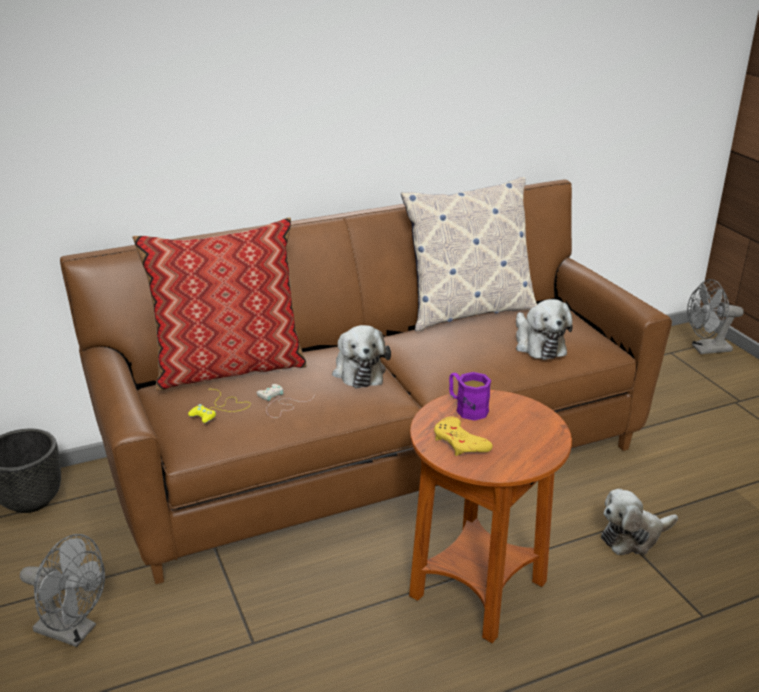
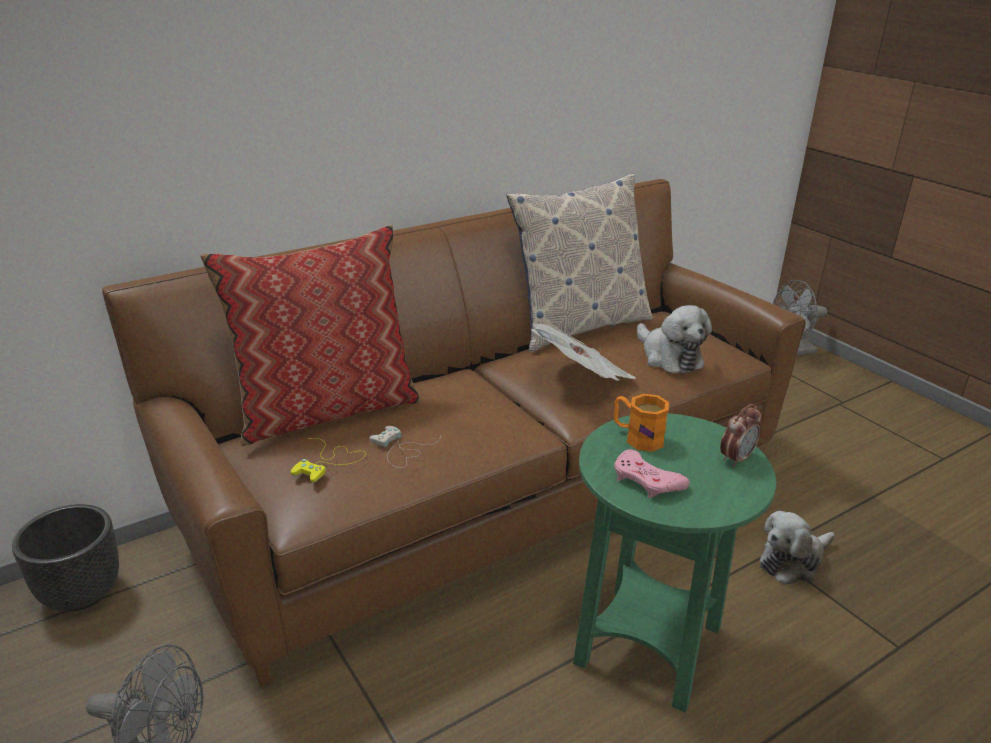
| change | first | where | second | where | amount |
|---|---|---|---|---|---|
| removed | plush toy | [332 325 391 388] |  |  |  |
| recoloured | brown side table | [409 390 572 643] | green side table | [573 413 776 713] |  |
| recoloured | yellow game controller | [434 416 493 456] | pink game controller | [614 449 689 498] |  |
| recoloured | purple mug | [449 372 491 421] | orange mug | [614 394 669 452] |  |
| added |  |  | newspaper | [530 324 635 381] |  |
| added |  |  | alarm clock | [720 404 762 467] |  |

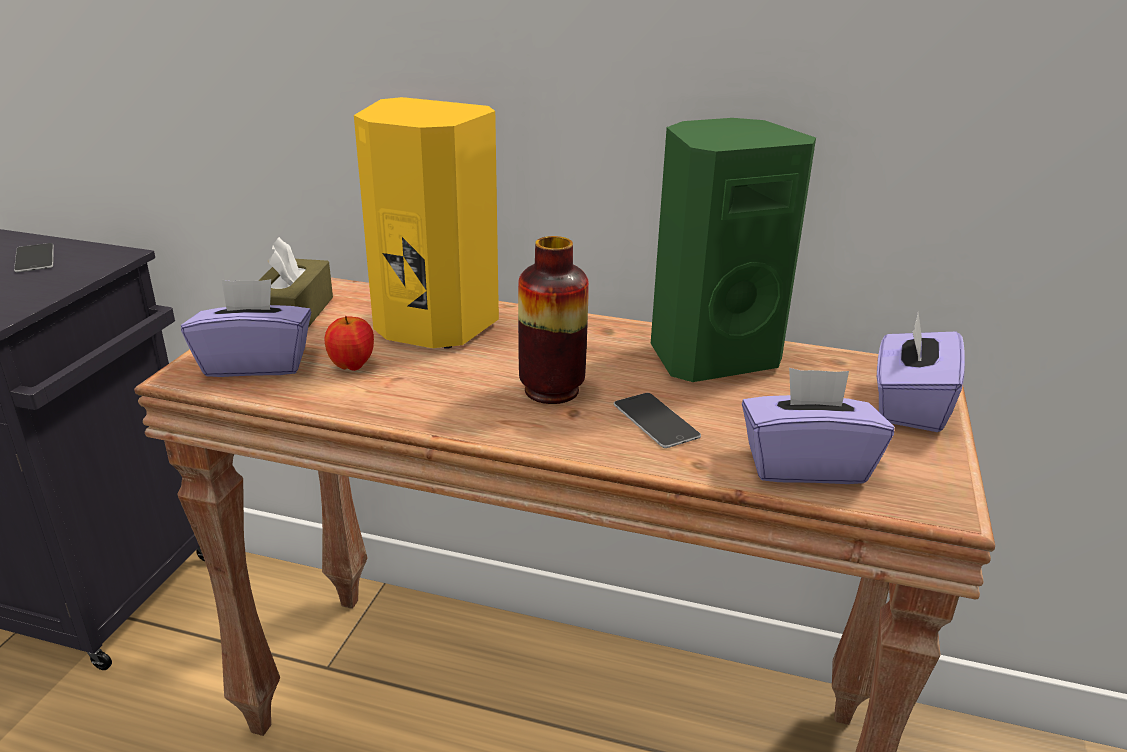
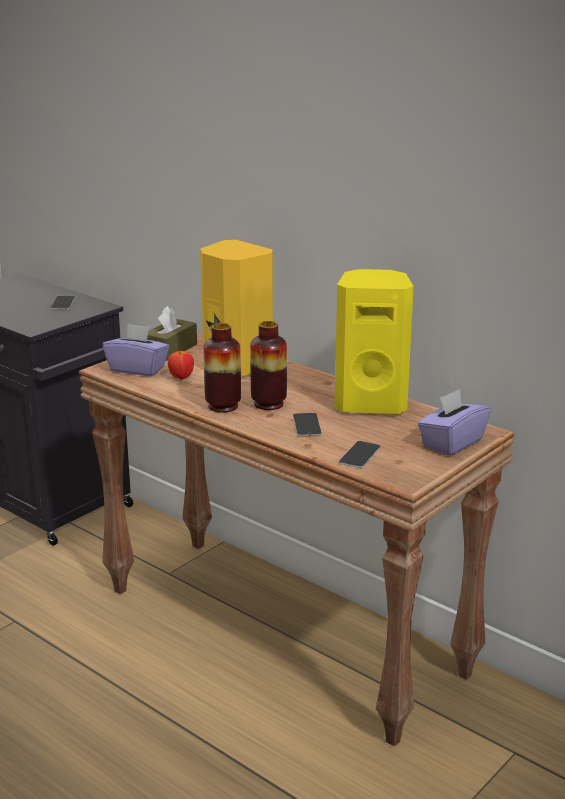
| change | first | where | second | where | amount |
|---|---|---|---|---|---|
| recoloured | green speaker | [651 118 816 382] | yellow speaker | [335 269 414 414] |  |
| replaced | purple tissue box | [742 368 895 484] | phone | [338 441 381 468] |  |
| added |  |  | vase | [203 323 241 413] |  |

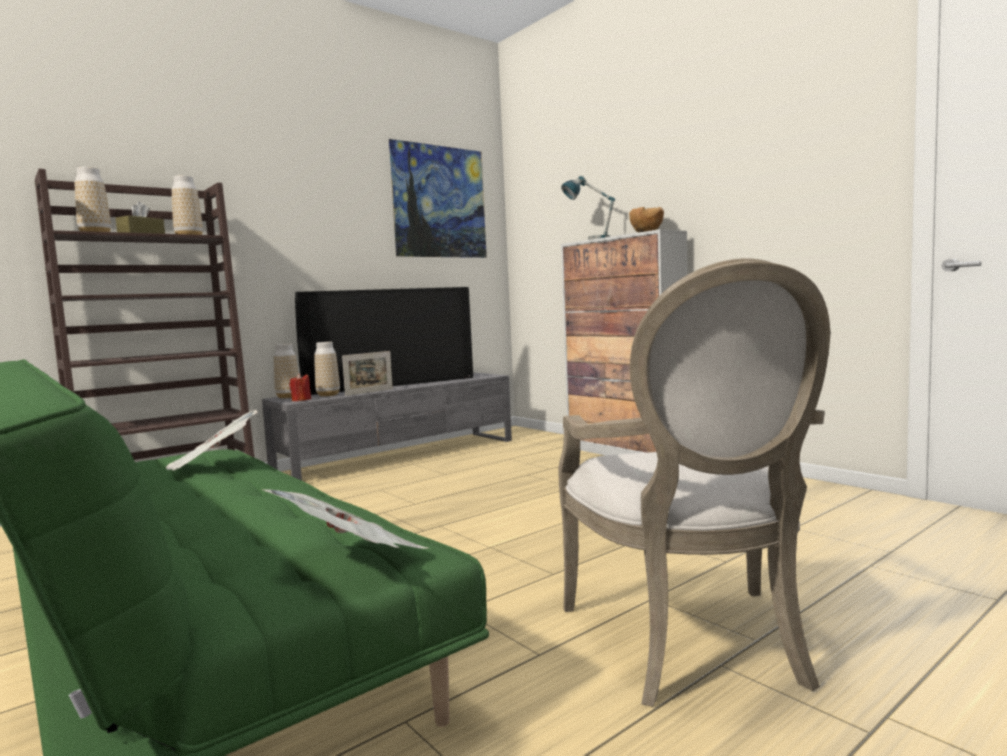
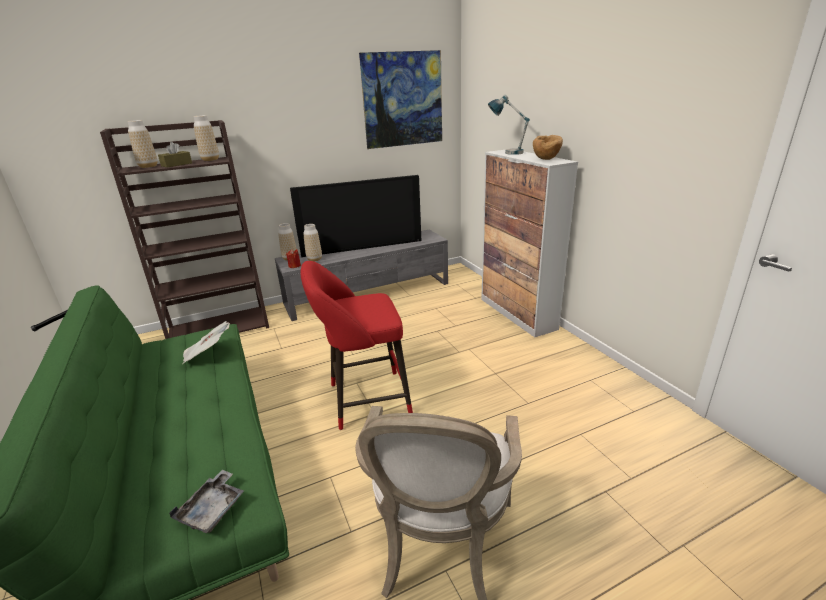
| change | first | where | second | where | amount |
|---|---|---|---|---|---|
| replaced | newspaper | [263 489 429 549] | grey tray | [169 470 244 533] |  |
| removed | picture frame | [342 351 393 396] |  |  |  |
| added |  |  | red stool | [300 261 413 430] |  |

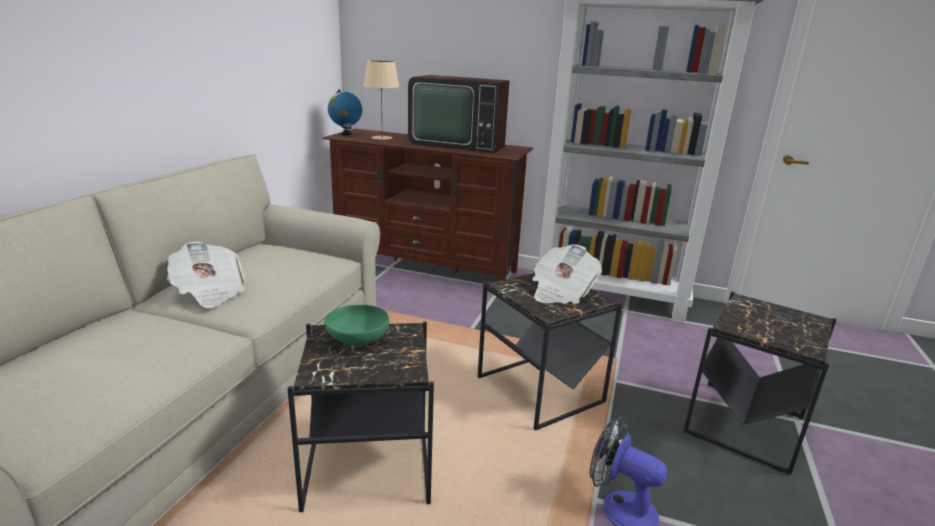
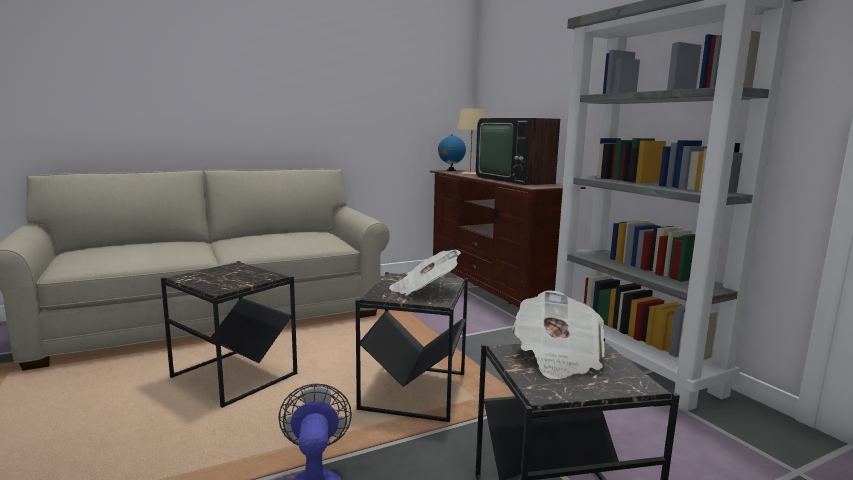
| change | first | where | second | where | amount |
|---|---|---|---|---|---|
| moved | newspaper | [167 241 246 308] |  | [512 290 605 379] |  |
| removed | green bowl | [324 305 389 346] |  |  |  |

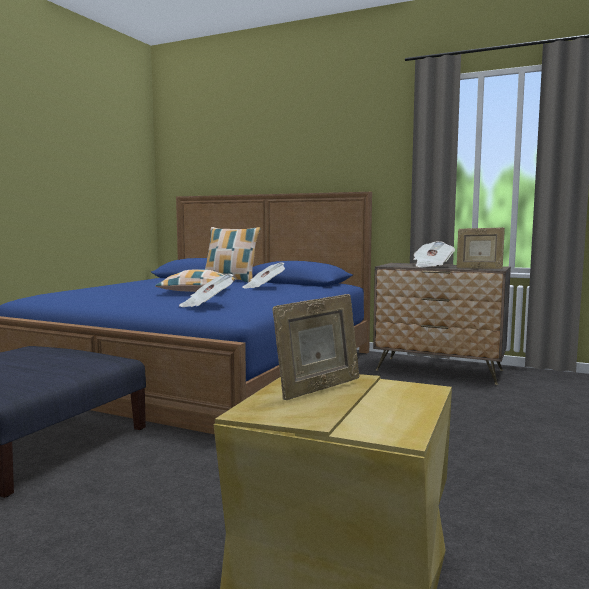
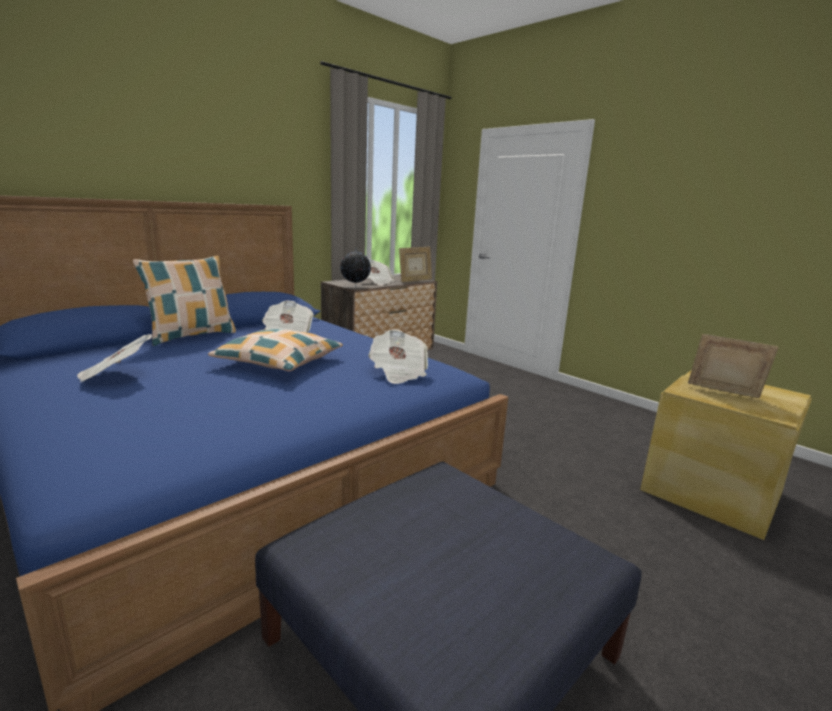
| change | first | where | second | where | amount |
|---|---|---|---|---|---|
| turned | picture frame | [273 294 360 400] |  | [688 334 778 398] | 45 degrees counterclockwise |
| added |  |  | newspaper | [77 334 152 383] |  |
| added |  |  | globe | [340 248 371 287] |  |

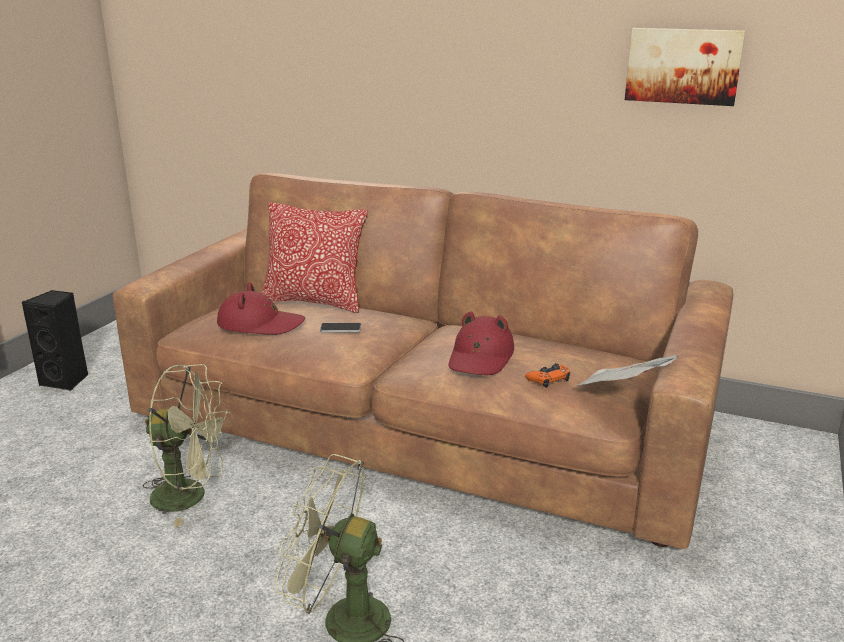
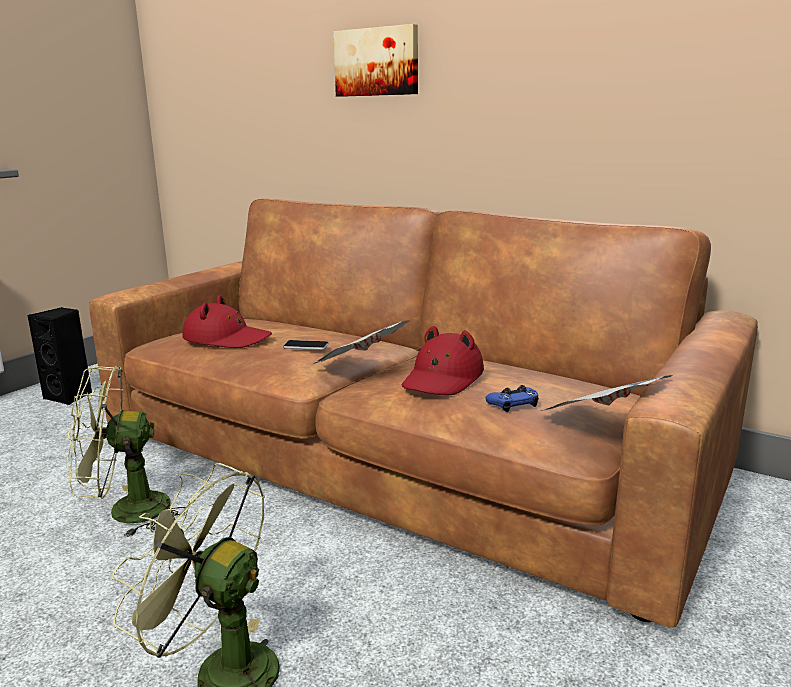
| change | first | where | second | where | amount |
|---|---|---|---|---|---|
| turned | green fan | [143 364 231 527] |  | [67 365 186 538] | 150 degrees clockwise |
| removed | pillow | [262 202 368 313] |  |  |  |
| recoloured | orange game controller | [525 363 570 388] | blue game controller | [485 385 539 412] |  |
| moved | picture | [625 28 745 106] |  | [333 24 418 97] |  |
| added |  |  | newspaper | [313 320 410 364] |  |

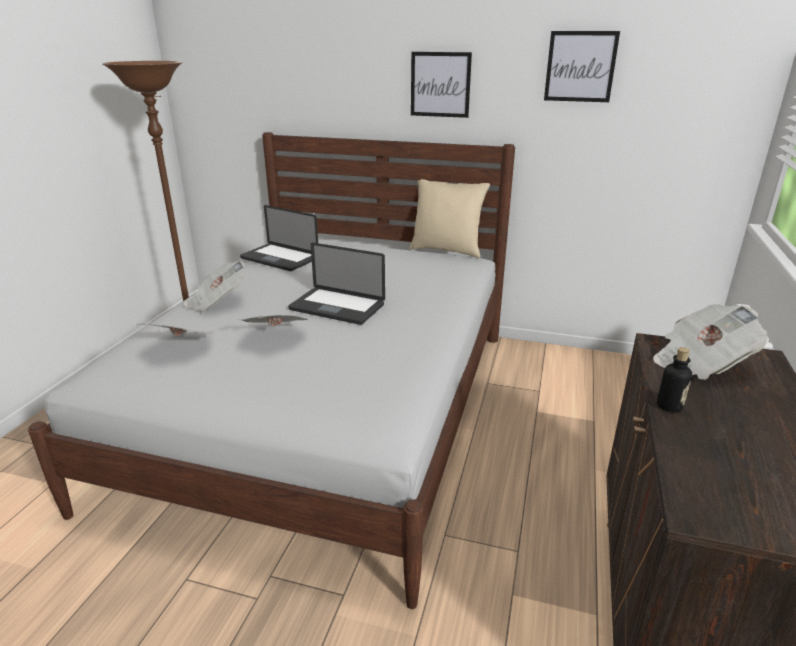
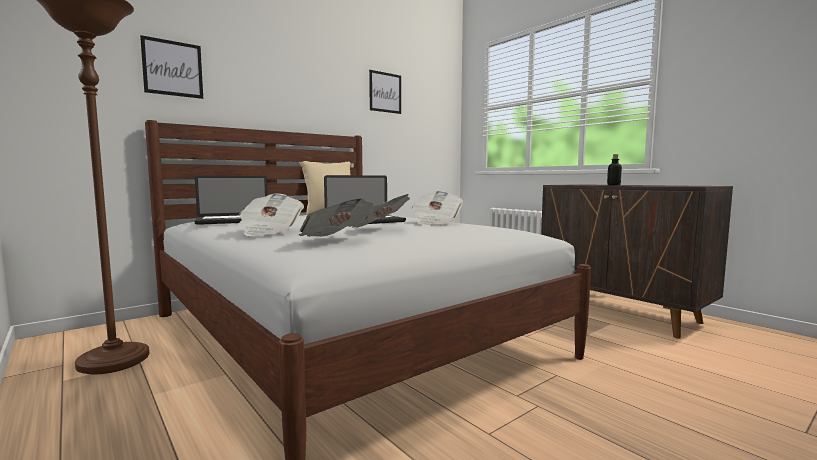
| change | first | where | second | where | amount |
|---|---|---|---|---|---|
| moved | picture | [411 52 472 118] |  | [140 35 203 99] |  |
| moved | newspaper | [653 304 768 380] |  | [411 191 464 225] |  |

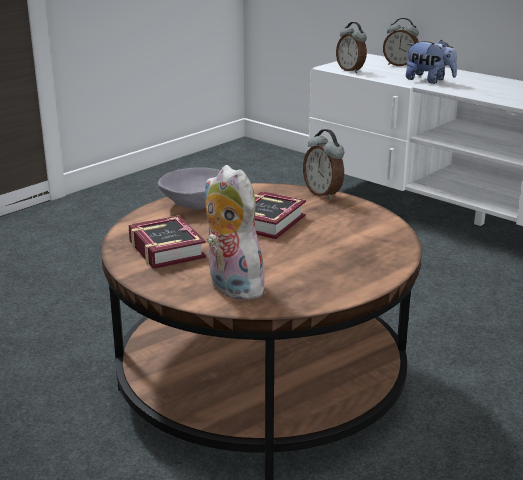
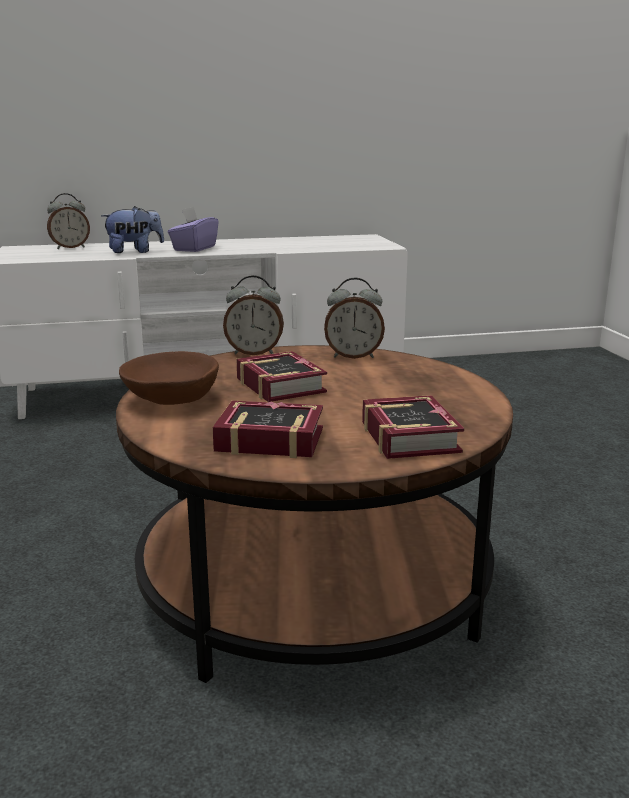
| change | first | where | second | where | amount |
|---|---|---|---|---|---|
| recoloured | grey bowl | [158 167 221 209] | brown bowl | [119 351 219 405] |  |
| replaced | plush toy | [205 165 269 300] | book | [362 395 464 459] |  |
| moved | alarm clock | [336 22 367 73] |  | [324 278 385 359] |  |
| added |  |  | purple tissue box | [168 207 219 252] |  |

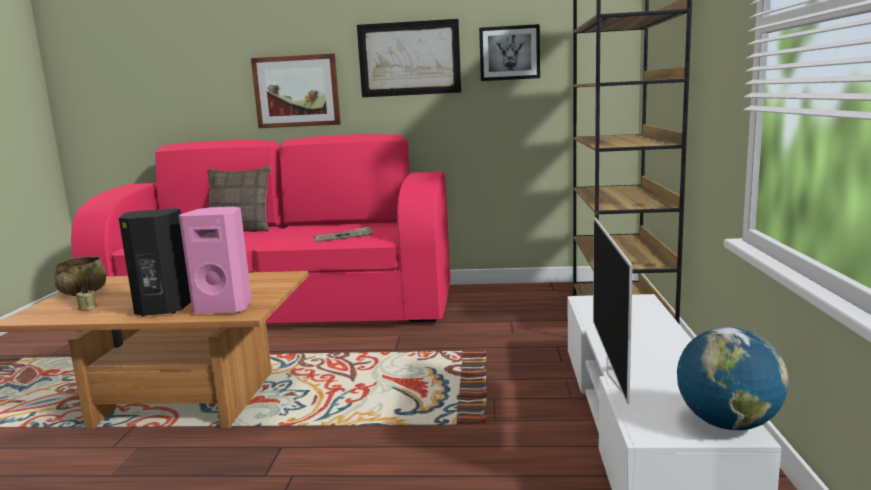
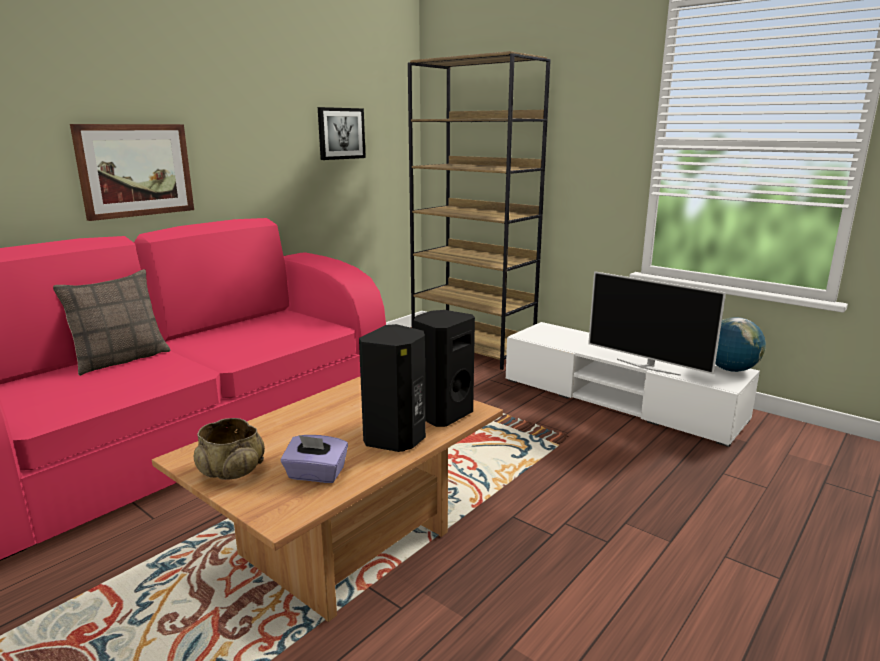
| change | first | where | second | where | amount |
|---|---|---|---|---|---|
| replaced | beige candle | [76 285 98 311] | purple tissue box | [281 435 348 483] |  |
| recoloured | pink speaker | [179 207 252 313] | black speaker | [414 310 475 427] |  |
| removed | newspaper | [313 226 373 242] |  |  |  |
| removed | picture | [357 19 461 97] |  |  |  |

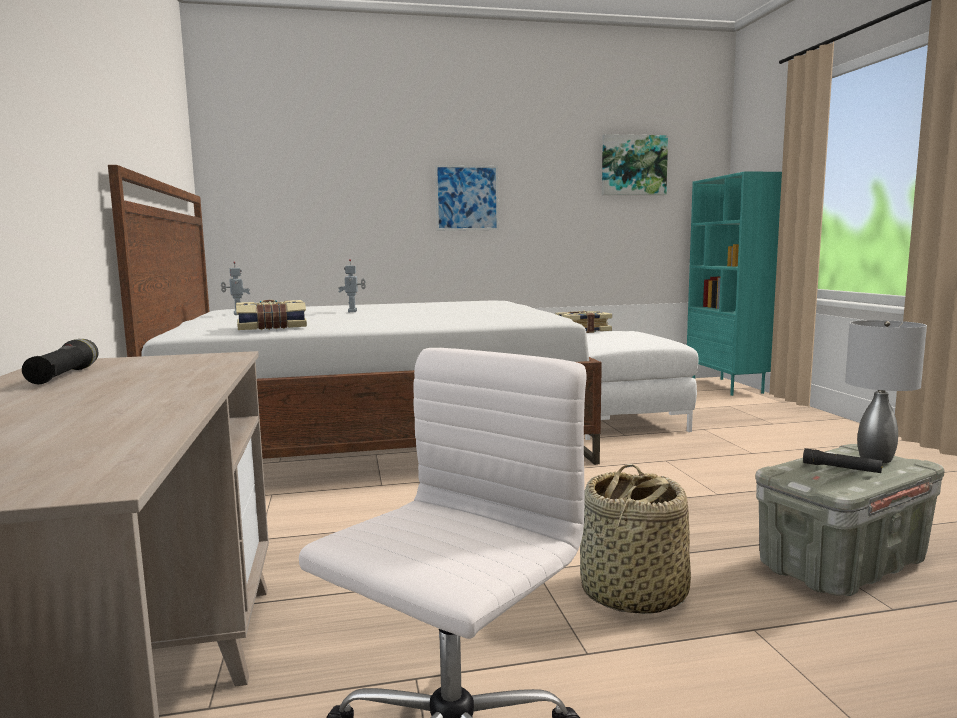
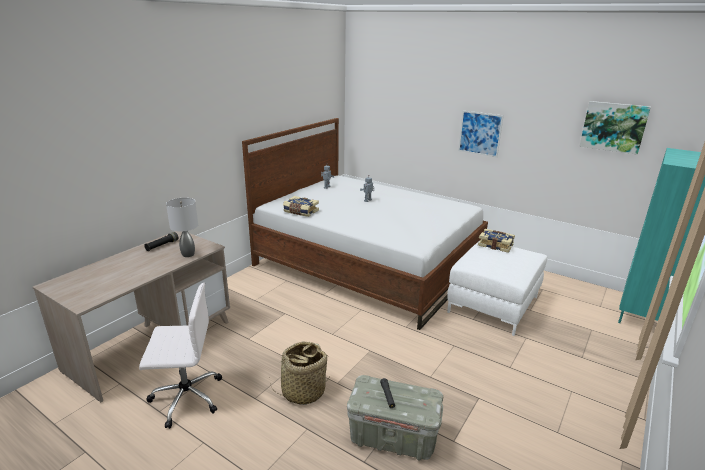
| change | first | where | second | where | amount |
|---|---|---|---|---|---|
| moved | grey table lamp | [845 320 927 463] |  | [166 198 198 257] |  |

